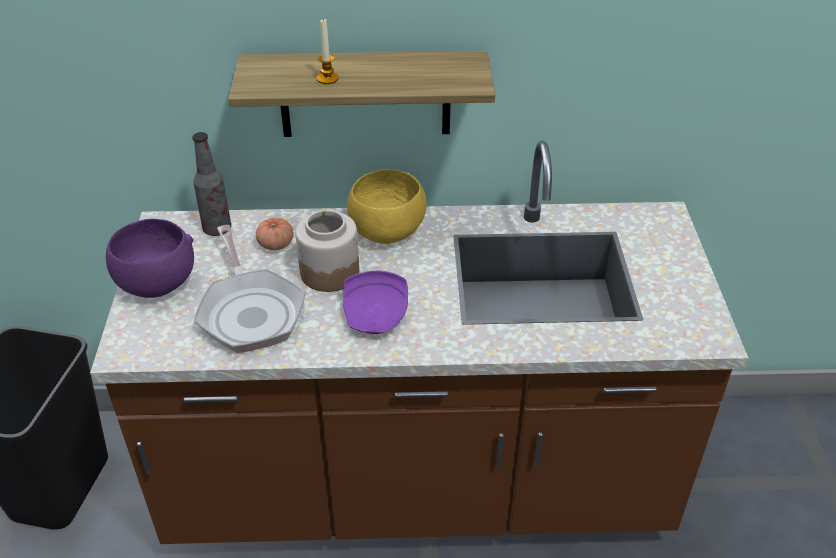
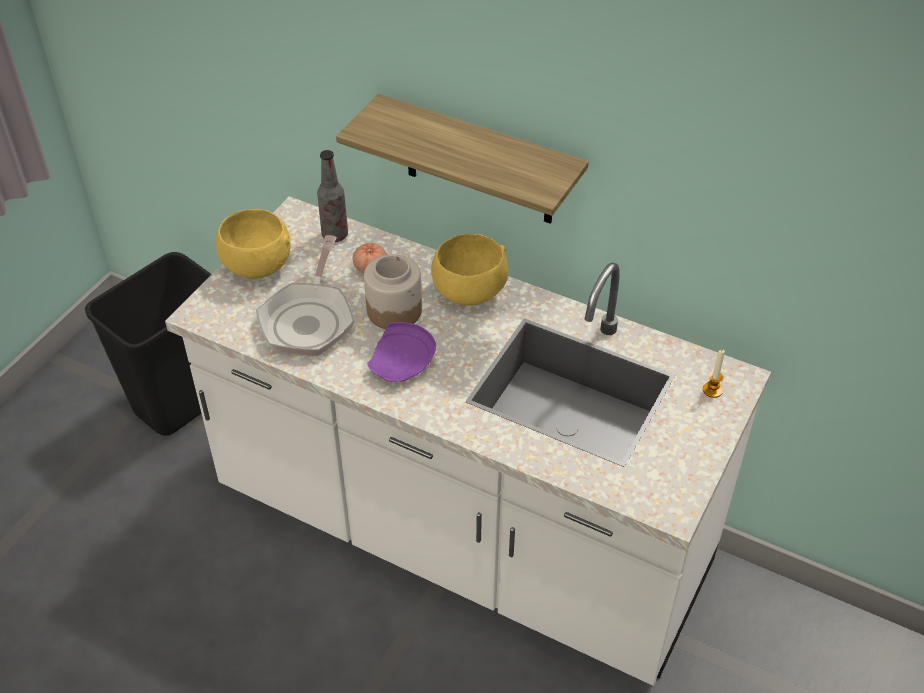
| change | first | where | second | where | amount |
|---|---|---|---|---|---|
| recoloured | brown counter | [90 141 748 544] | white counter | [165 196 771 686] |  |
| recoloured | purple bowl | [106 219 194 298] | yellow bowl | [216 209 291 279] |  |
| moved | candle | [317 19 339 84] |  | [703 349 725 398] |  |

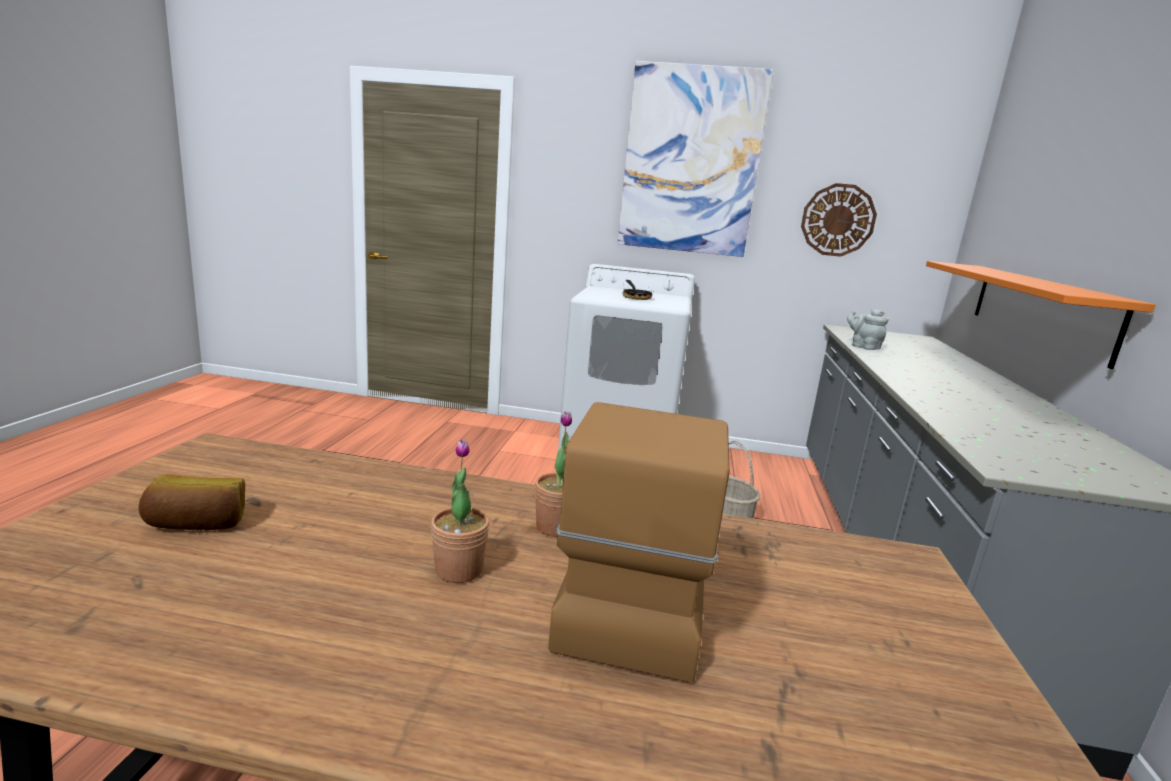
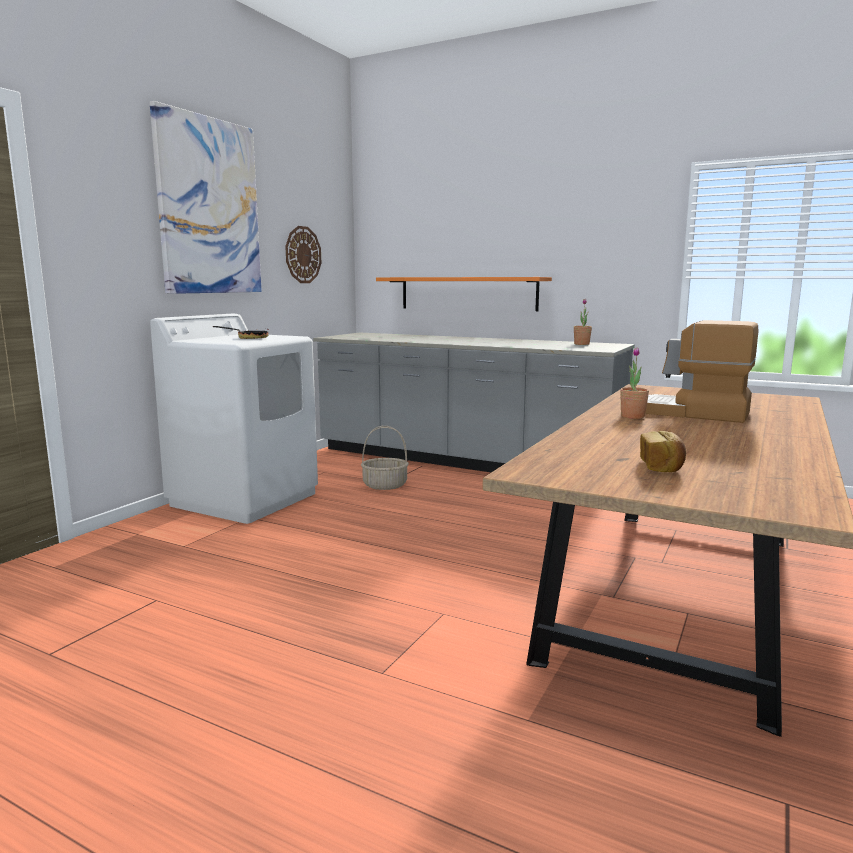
| change | first | where | second | where | amount |
|---|---|---|---|---|---|
| moved | potted plant | [431 439 489 583] |  | [574 299 592 345] |  |
| removed | grey teapot | [847 309 888 350] |  |  |  |

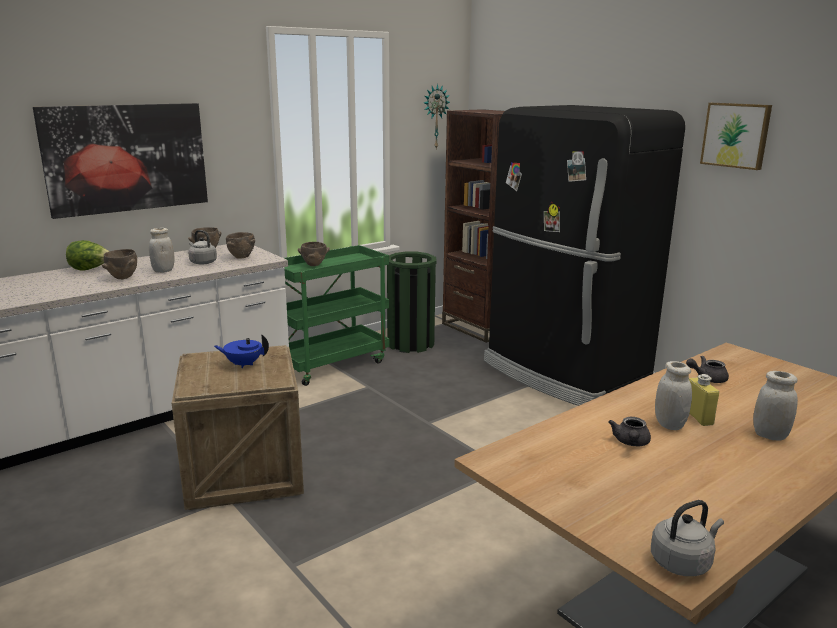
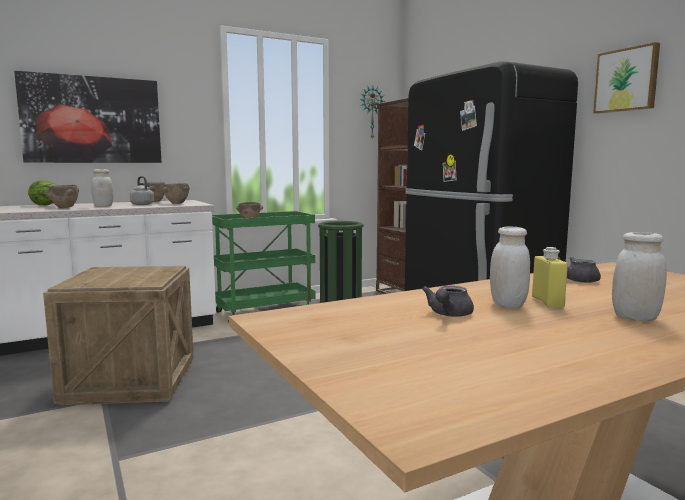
| change | first | where | second | where | amount |
|---|---|---|---|---|---|
| removed | blue teapot | [214 335 269 368] |  |  |  |
| removed | grey kettle | [651 500 724 576] |  |  |  |

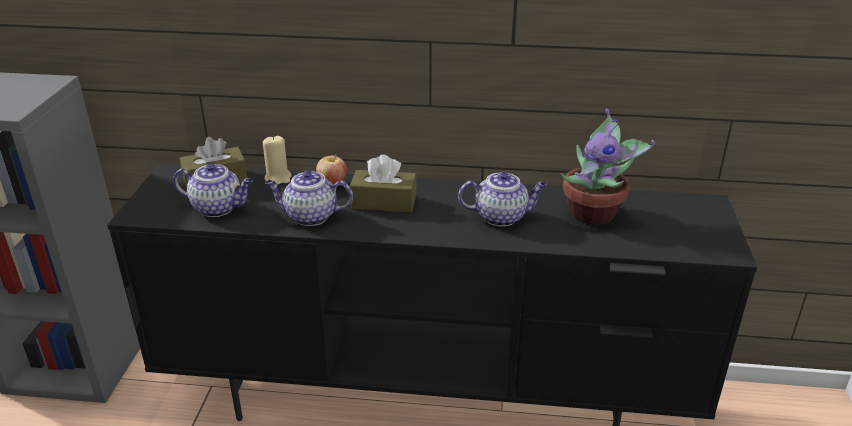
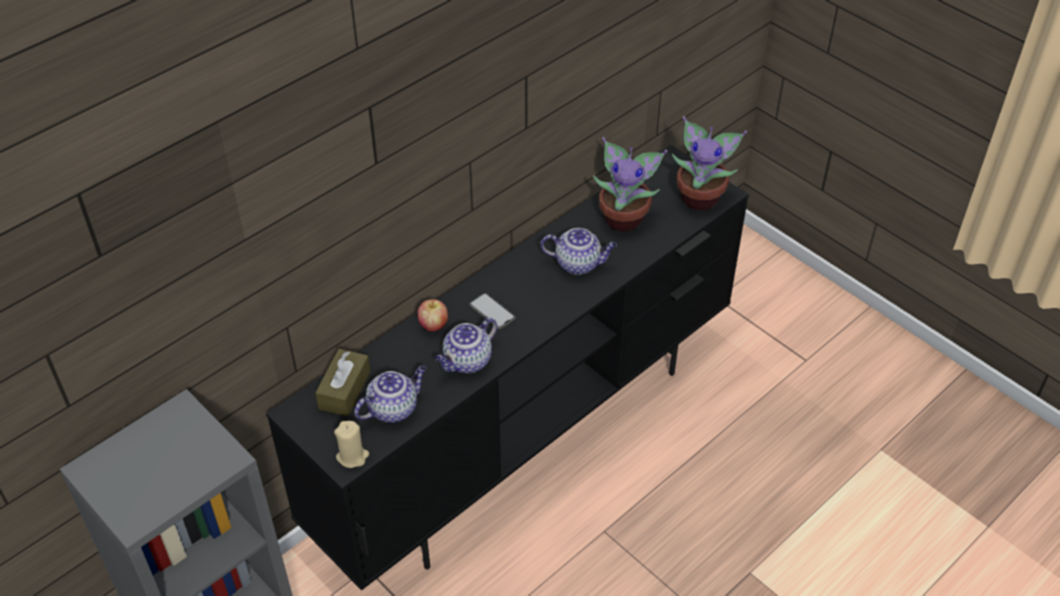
| change | first | where | second | where | amount |
|---|---|---|---|---|---|
| moved | beige candle | [263 135 292 185] |  | [334 421 369 468] |  |
| replaced | brown tissue box | [350 155 417 212] | phone | [469 293 515 329] |  |
| turned | teapot | [458 172 547 226] |  | [541 228 617 275] | 60 degrees clockwise |
| added |  |  | potted plant | [672 116 747 210] |  |

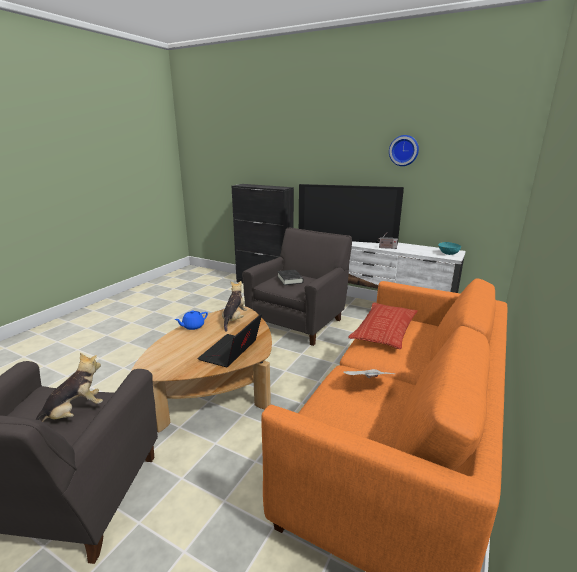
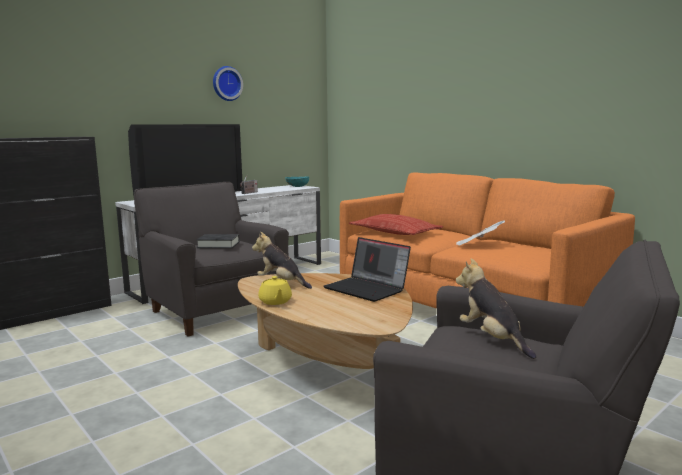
| change | first | where | second | where | amount |
|---|---|---|---|---|---|
| recoloured | blue teapot | [174 311 208 330] | yellow teapot | [258 276 292 305] |  |

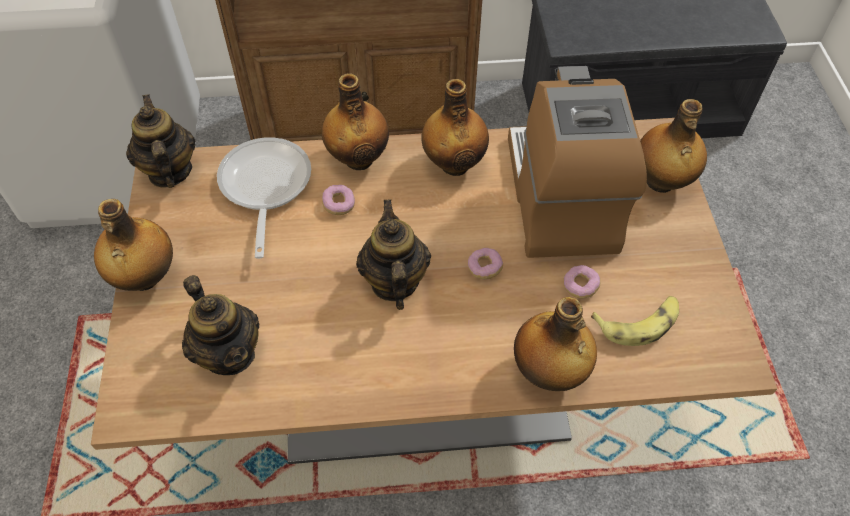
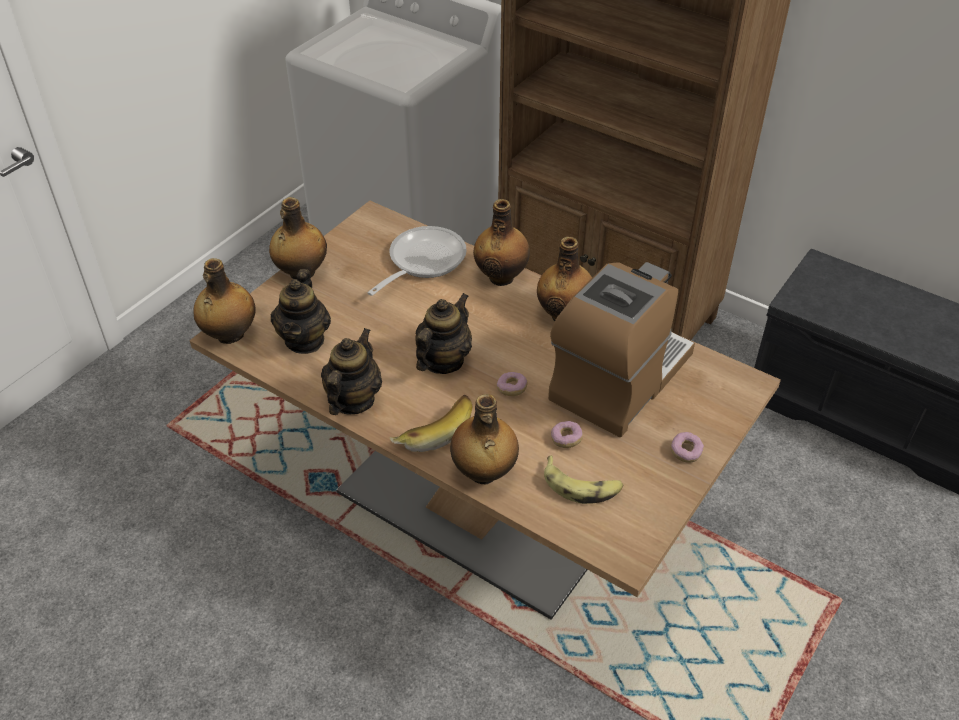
| change | first | where | second | where | amount |
|---|---|---|---|---|---|
| moved | teapot | [126 94 195 188] |  | [321 328 382 415] |  |
| moved | donut | [322 185 355 215] |  | [670 432 704 463] |  |
| moved | bottle | [640 99 707 193] |  | [194 258 256 344] |  |
| added |  |  | banana | [389 395 472 452] |  |

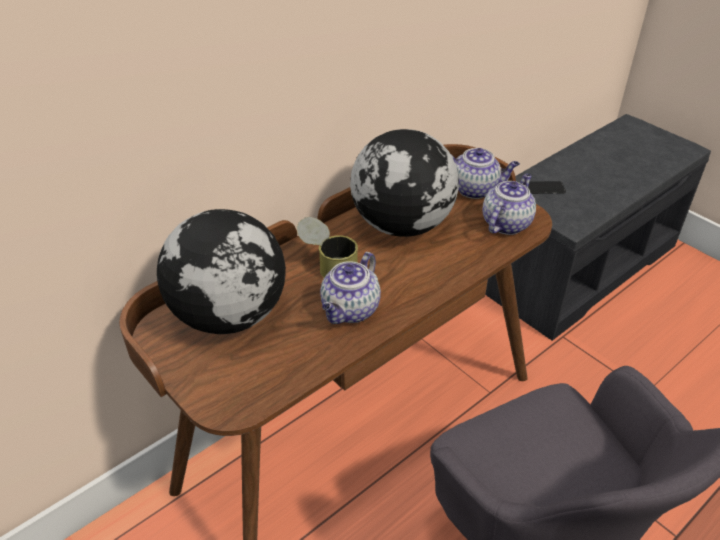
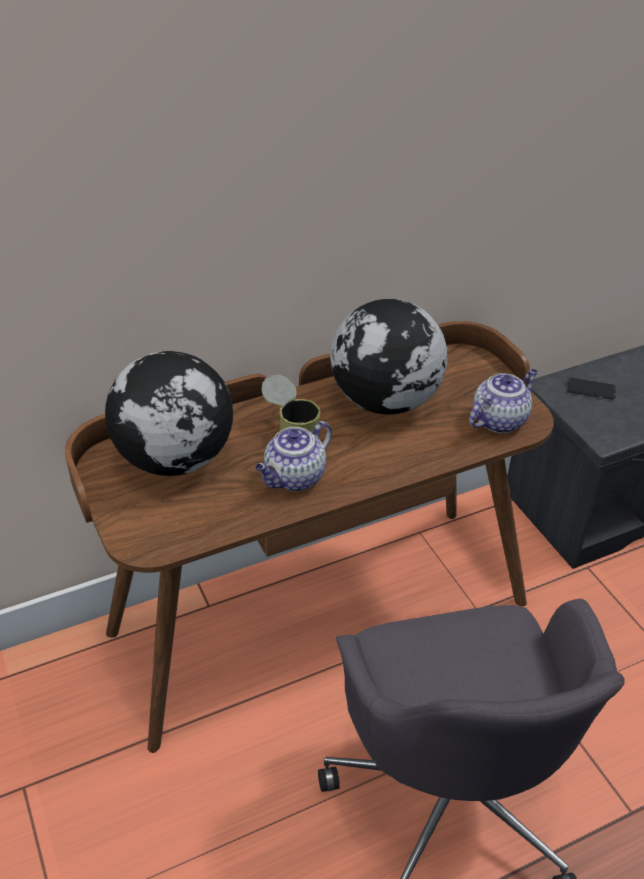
| change | first | where | second | where | amount |
|---|---|---|---|---|---|
| removed | teapot | [451 148 520 199] |  |  |  |

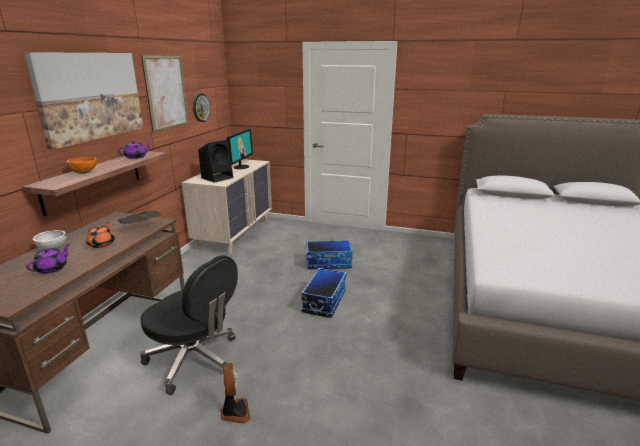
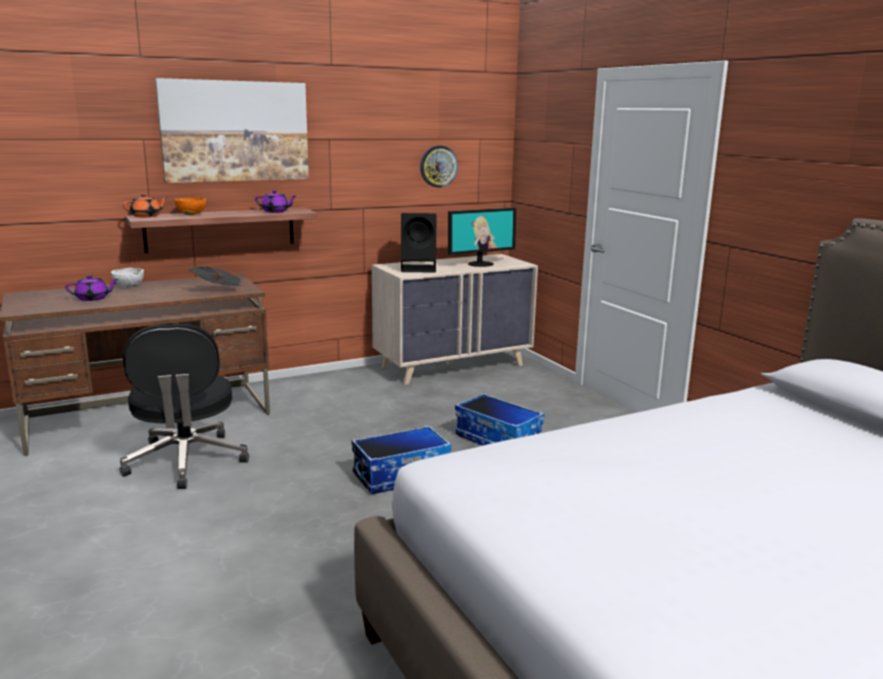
| change | first | where | second | where | amount |
|---|---|---|---|---|---|
| moved | orange teapot | [86 222 115 248] |  | [123 194 167 217] |  |
| removed | picture | [141 55 188 133] |  |  |  |
| removed | fan | [220 363 250 423] |  |  |  |

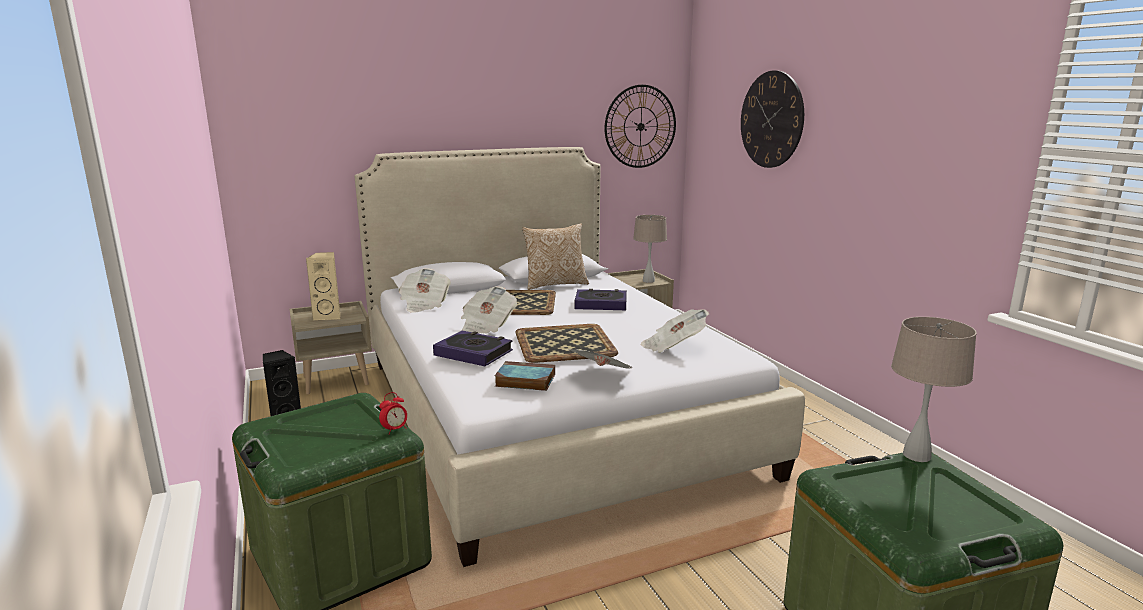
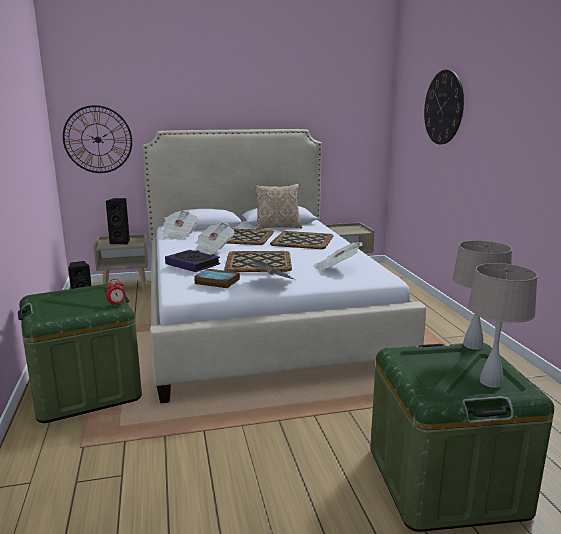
| change | first | where | second | where | amount |
|---|---|---|---|---|---|
| recoloured | beige speaker | [306 252 340 320] | black speaker | [106 198 130 244] |  |
| replaced | book | [575 289 627 310] | tray | [270 231 333 249] |  |
| moved | wall clock | [604 85 676 168] |  | [63 105 132 173] |  |
| moved | beige table lamp | [633 215 667 283] |  | [468 263 538 388] |  |

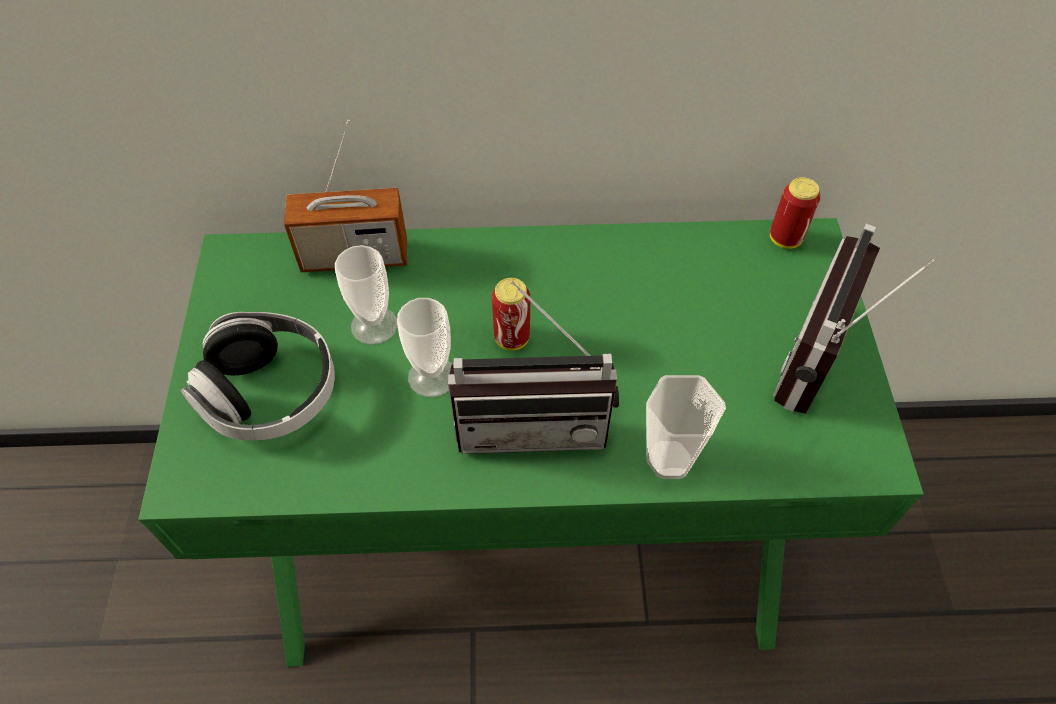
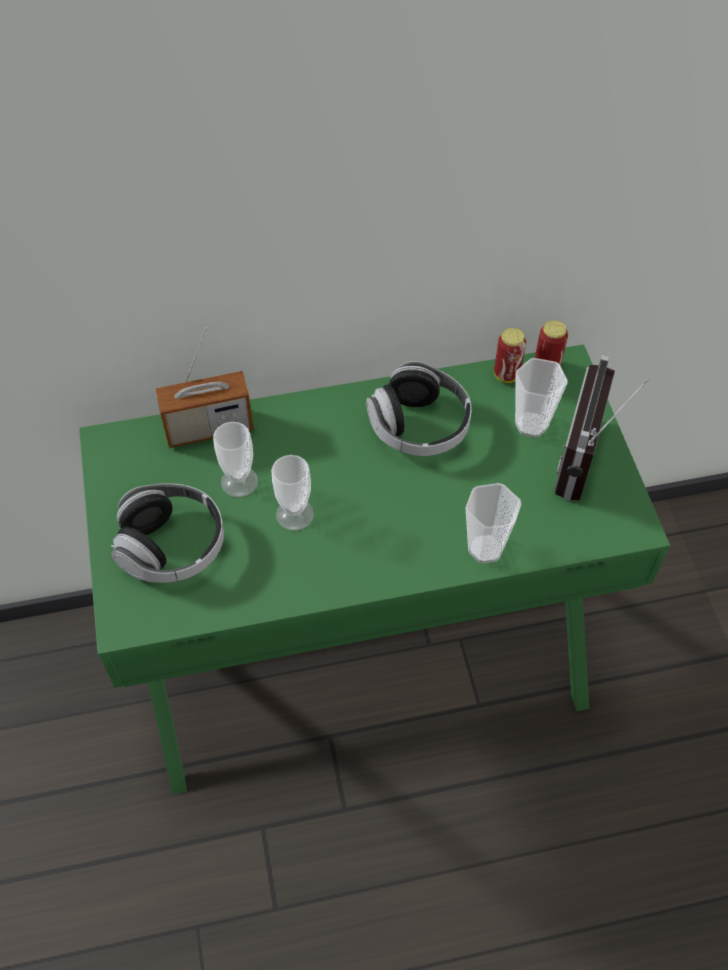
| change | first | where | second | where | amount |
|---|---|---|---|---|---|
| removed | radio | [448 281 619 454] |  |  |  |
| moved | can | [492 278 530 351] |  | [494 328 526 383] |  |
| added |  |  | headphones | [366 361 472 456] |  |
| added |  |  | cup | [515 358 568 438] |  |

